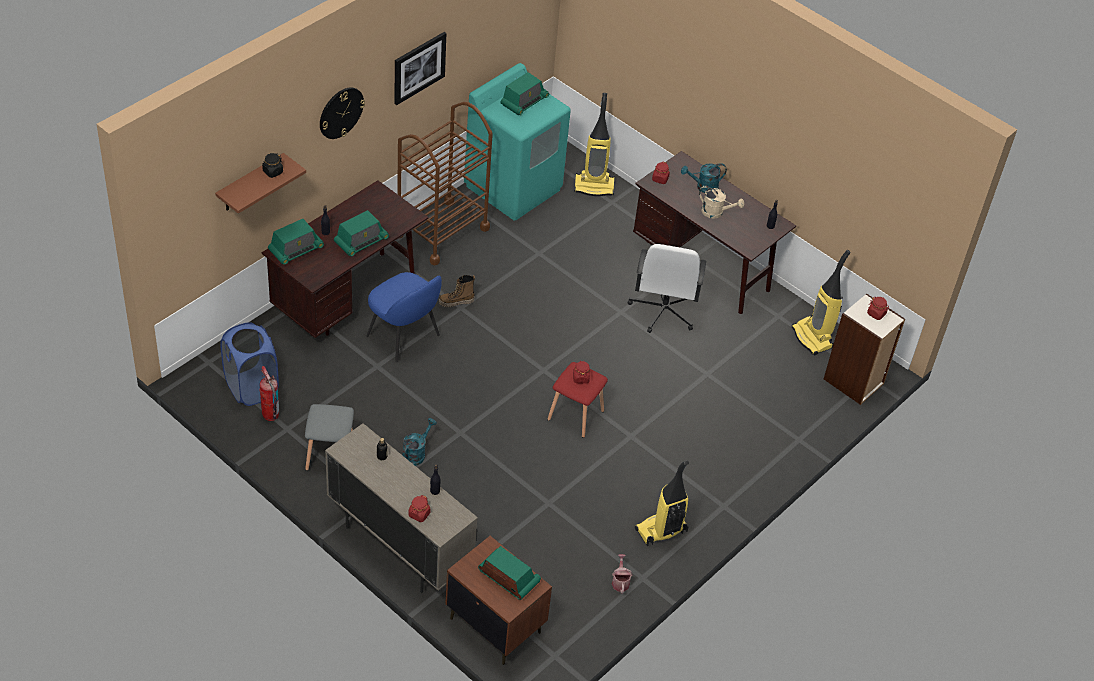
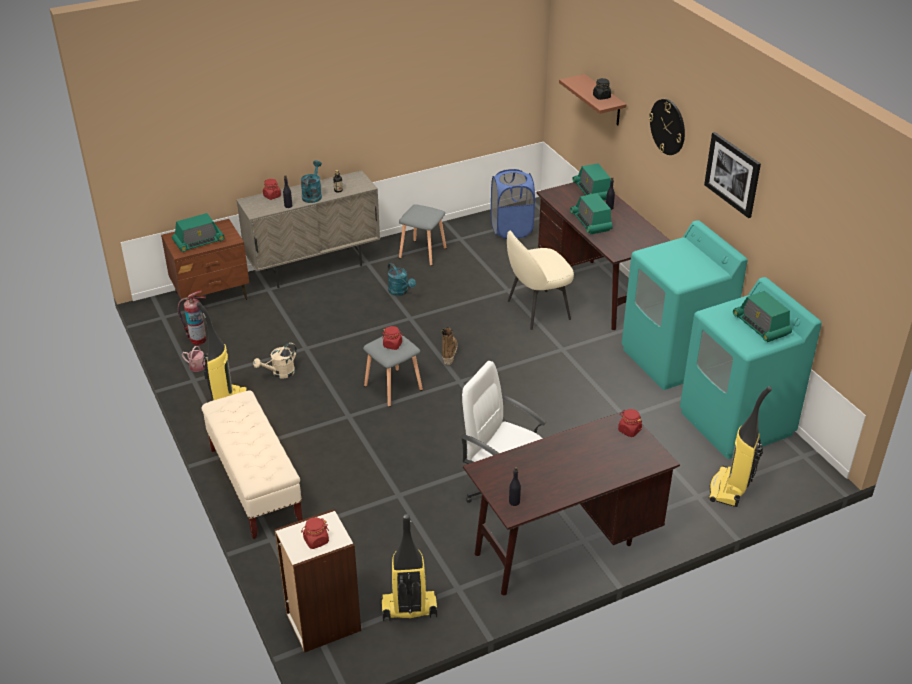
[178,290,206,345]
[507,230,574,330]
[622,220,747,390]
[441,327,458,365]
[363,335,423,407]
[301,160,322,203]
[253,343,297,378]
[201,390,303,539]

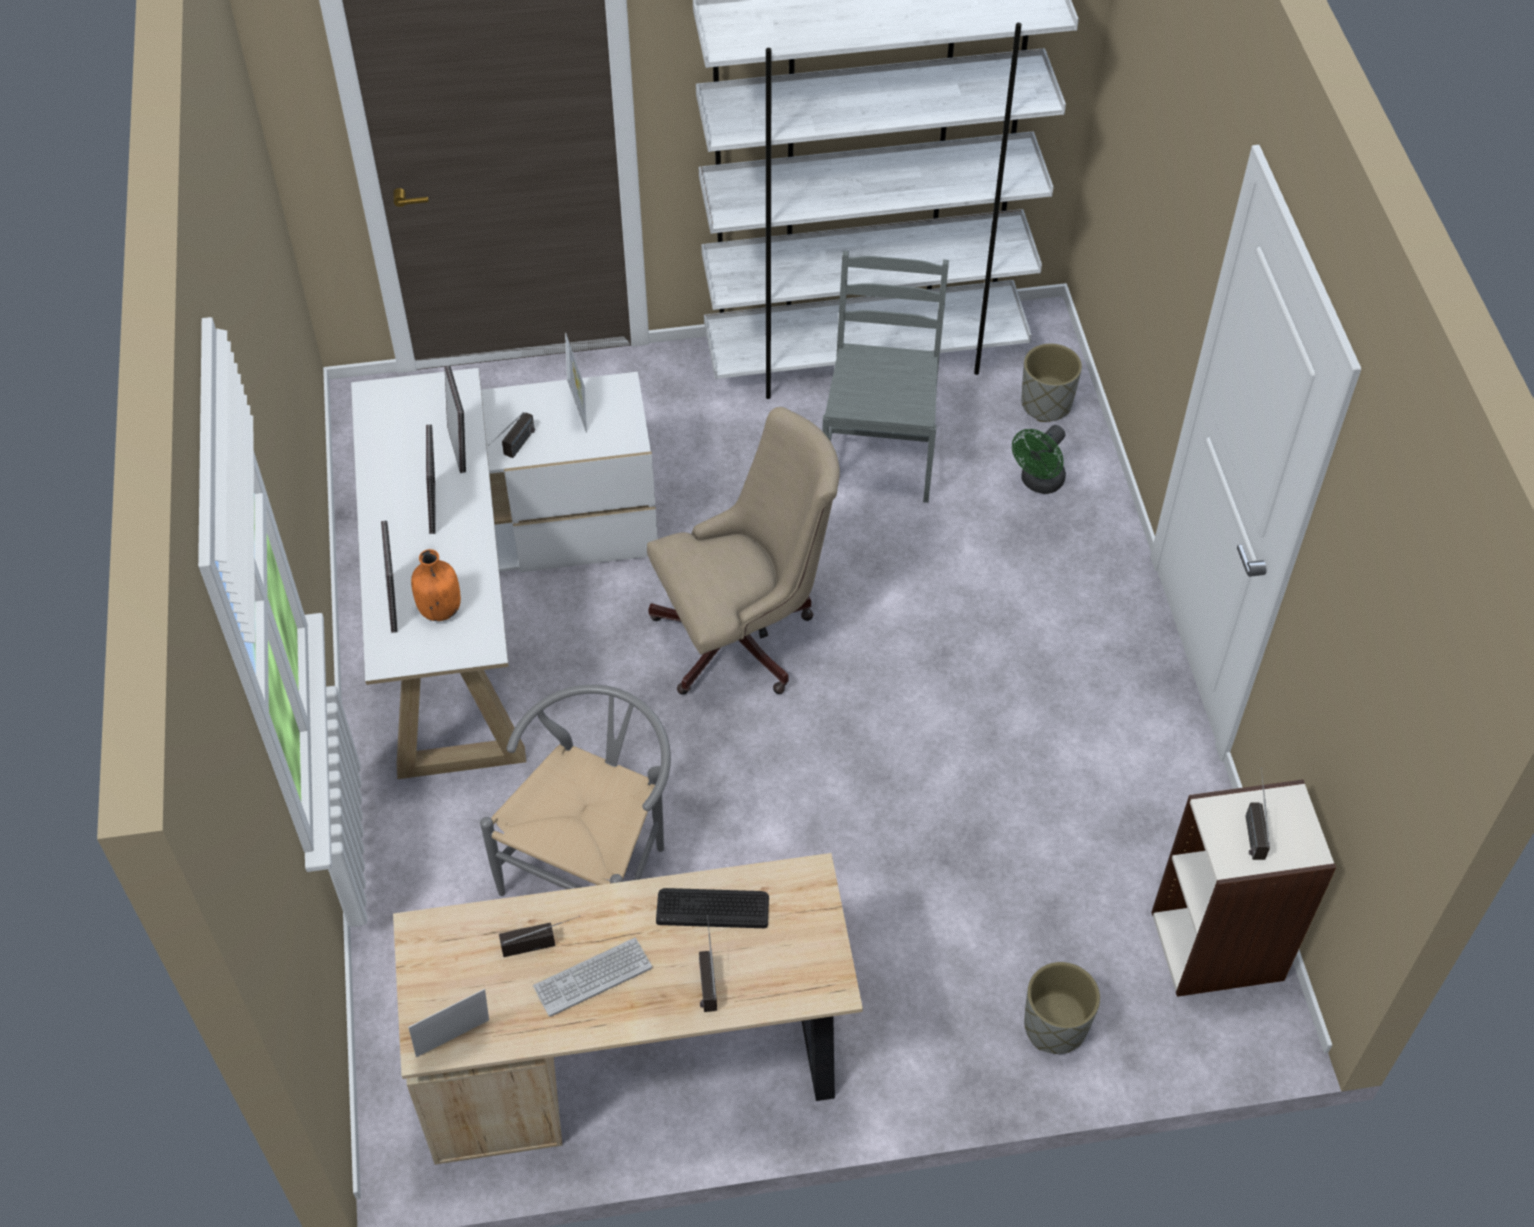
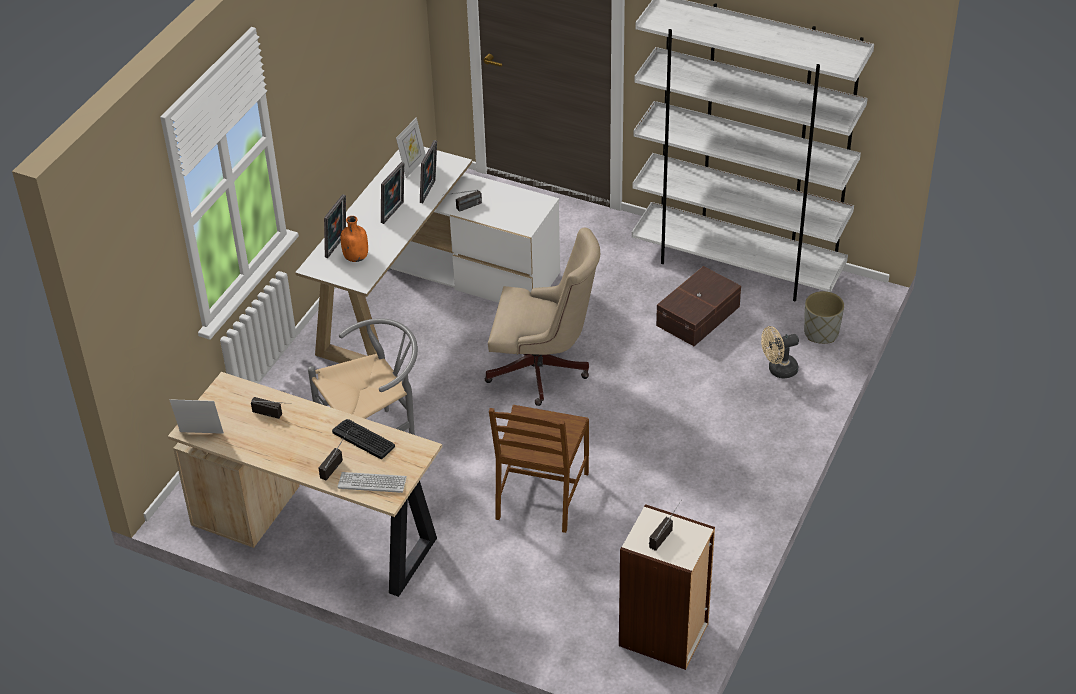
[338,472,407,493]
[396,117,426,178]
[656,266,741,346]
[761,326,799,379]
[1024,962,1100,1054] (first image)
[489,405,589,533]

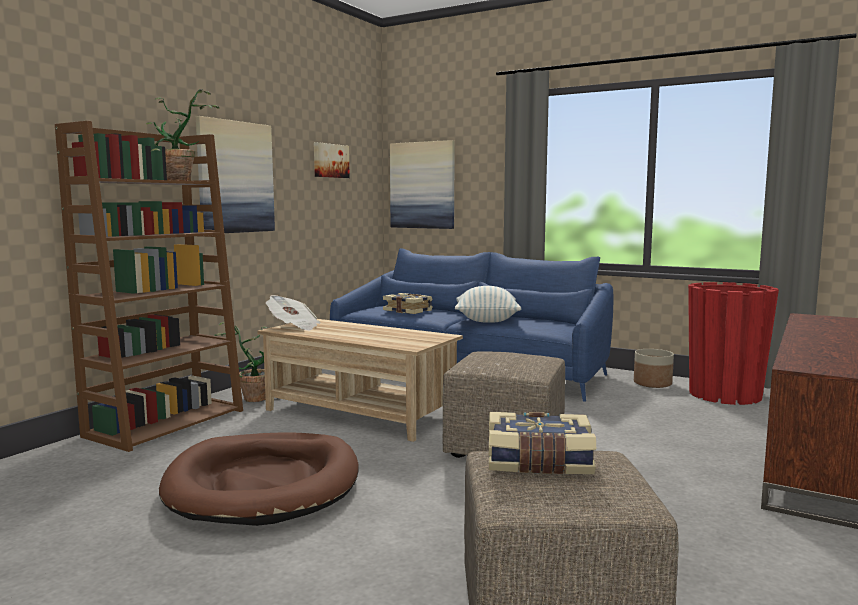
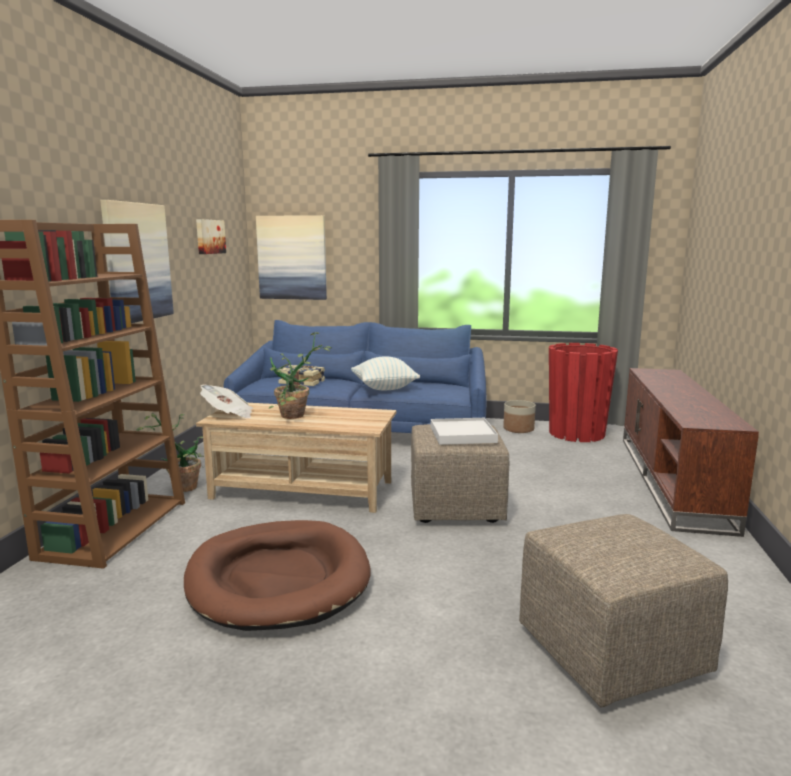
[269,332,332,419]
[489,412,596,474] (first image)
[431,418,498,445]

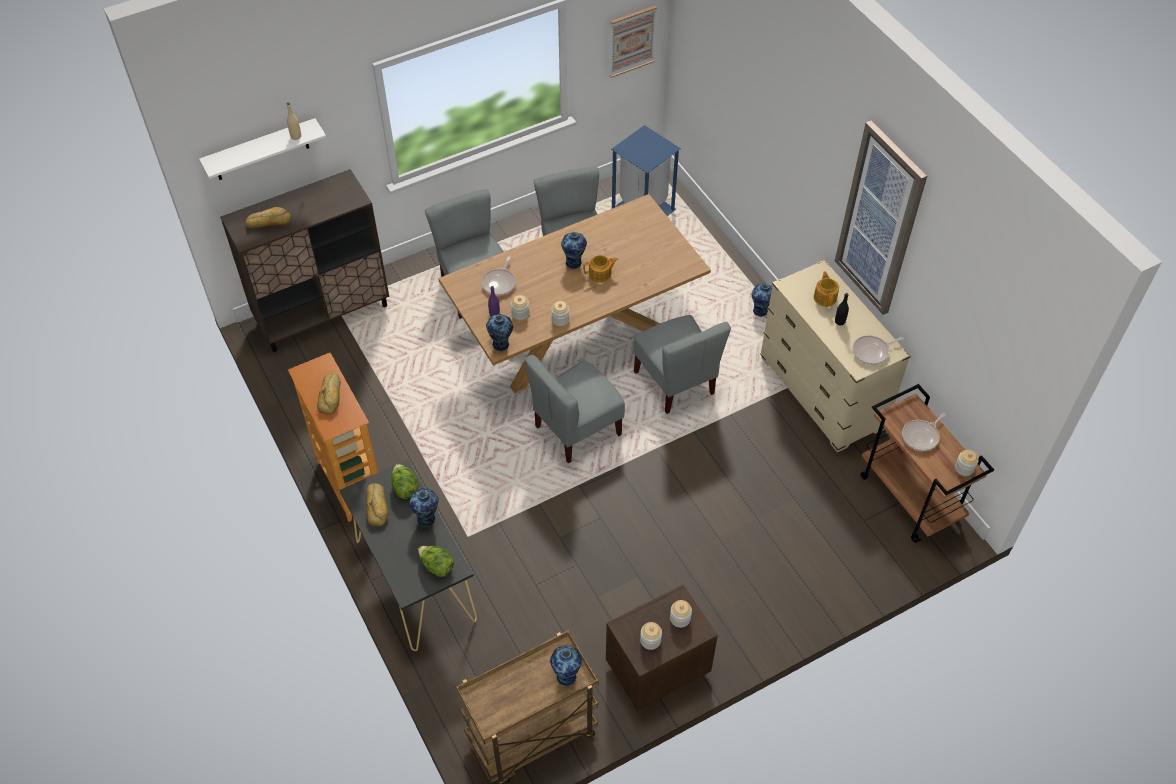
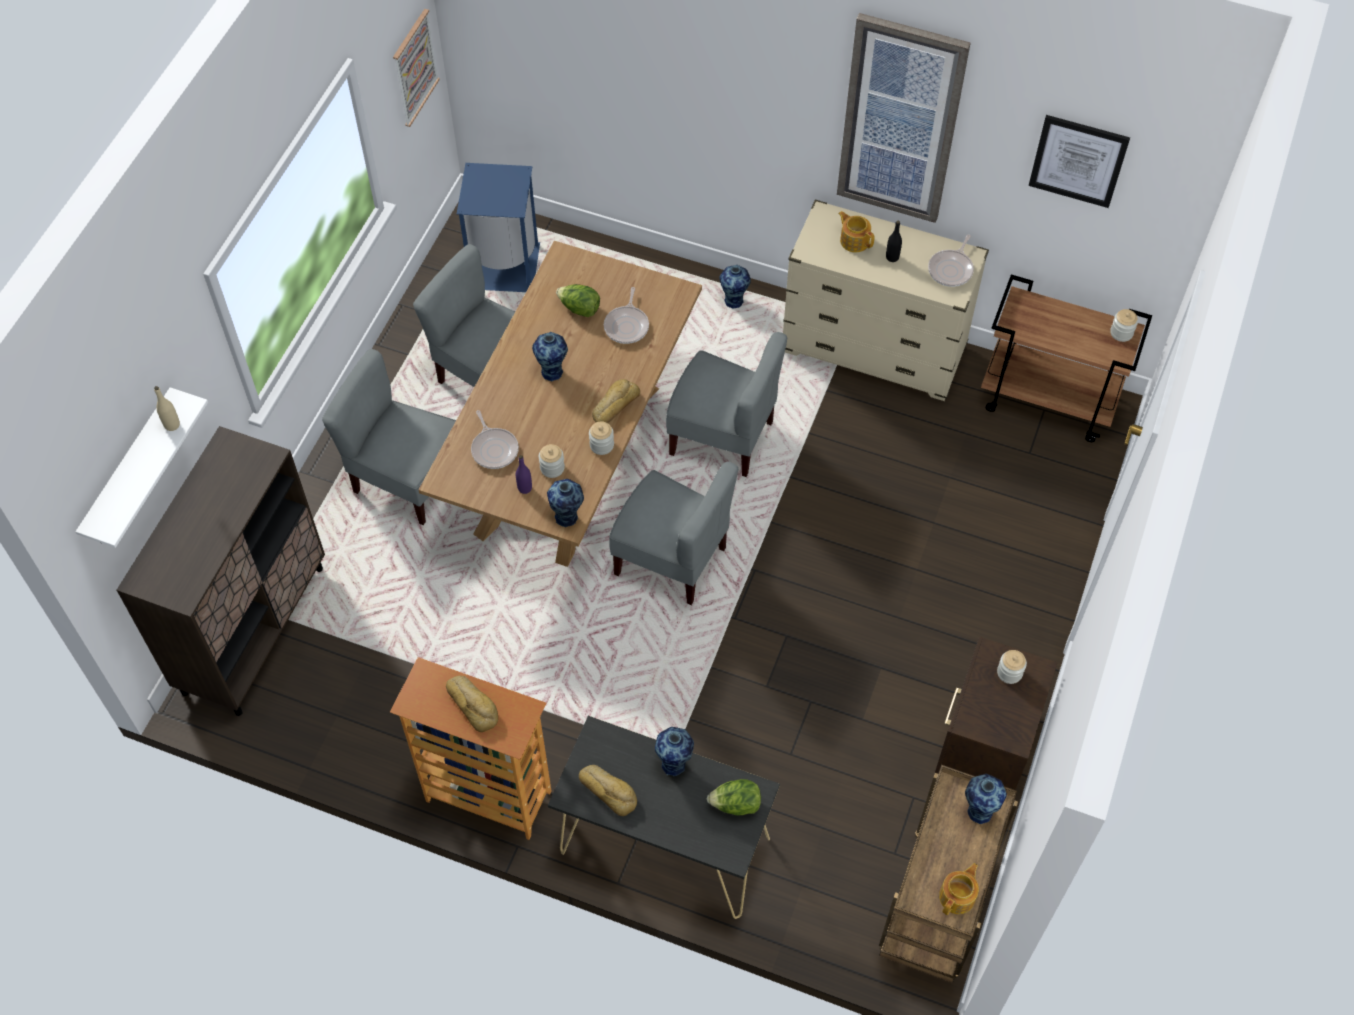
[592,379,640,423]
[556,284,600,317]
[609,462,738,605]
[939,863,979,915]
[640,622,662,650] (first image)
[604,287,649,344]
[1029,115,1130,208]

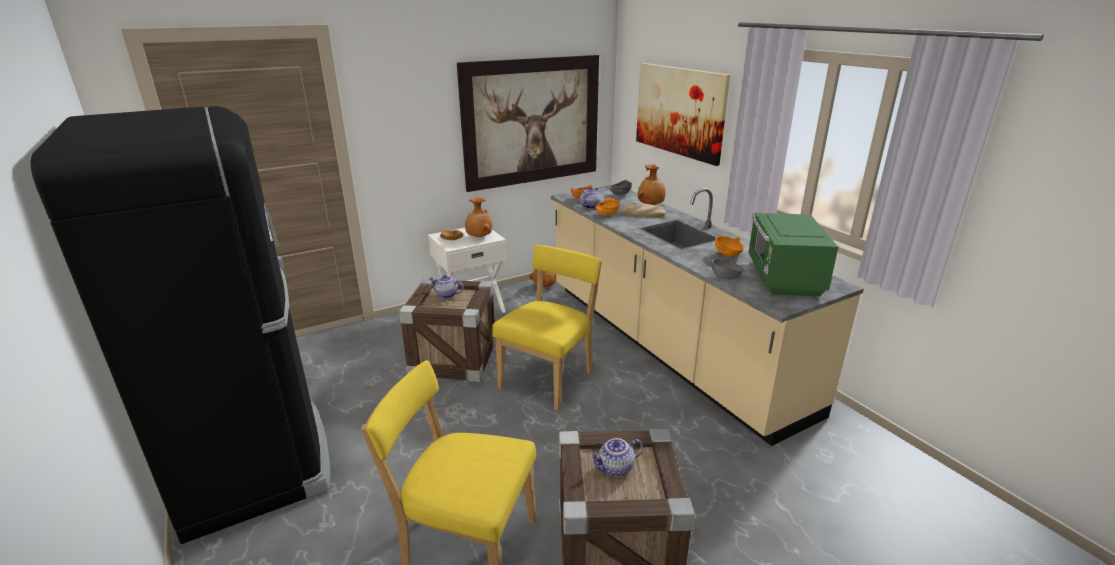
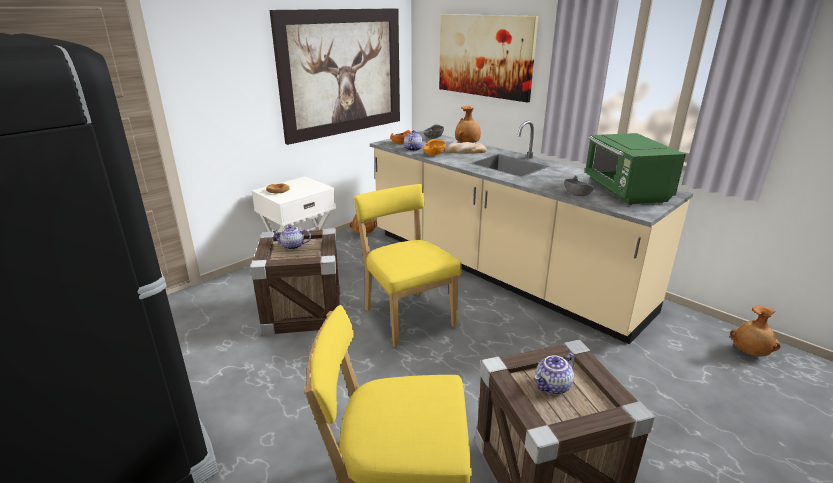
[730,306,780,356]
[354,184,462,347]
[715,236,744,257] (first image)

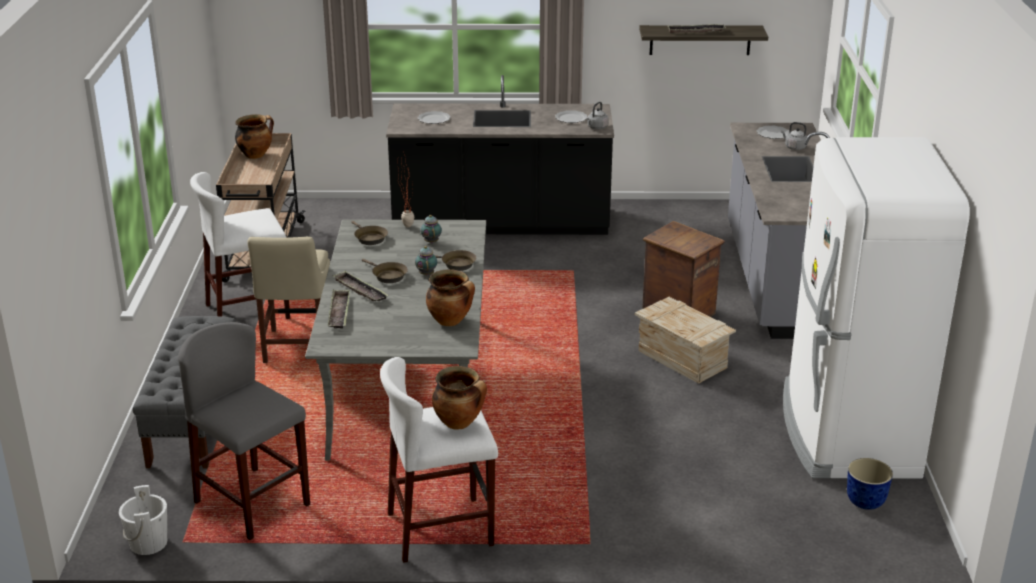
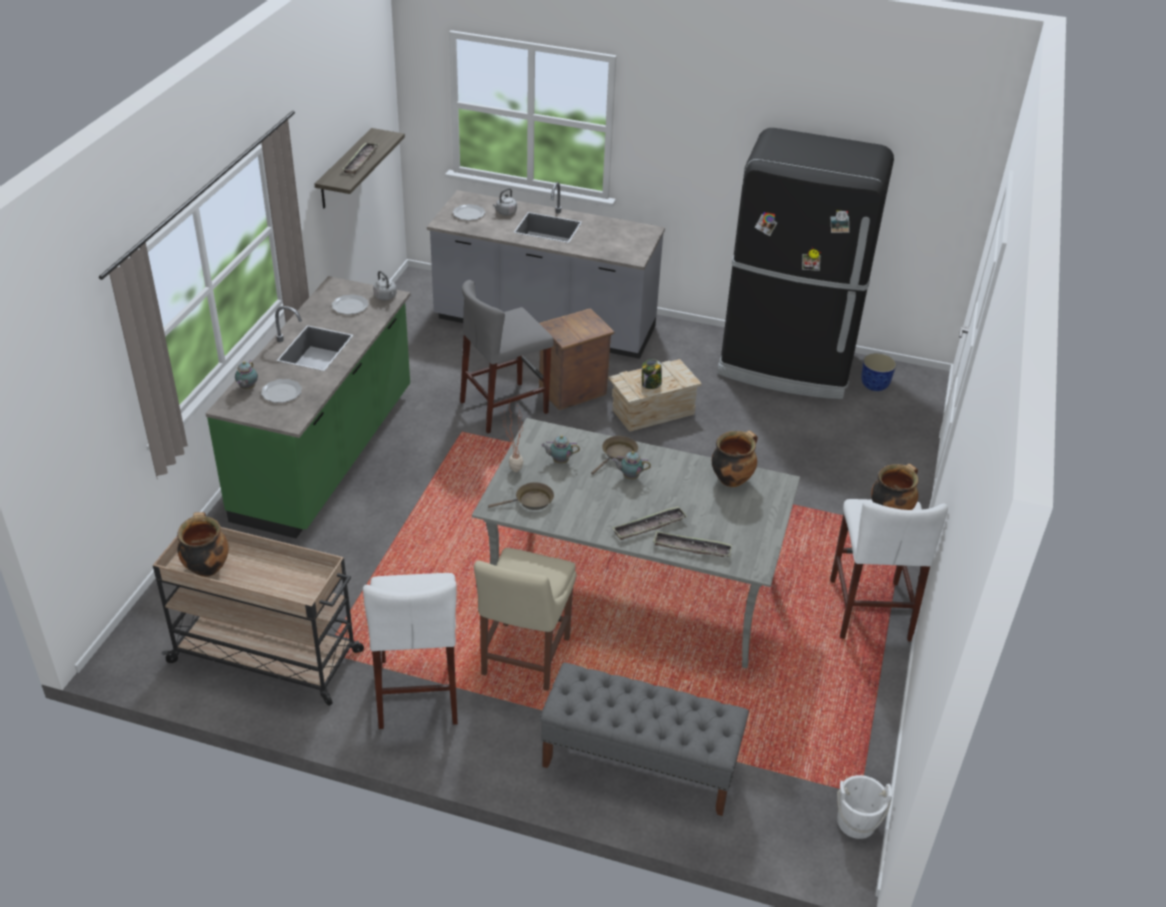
[460,280,554,434]
[474,548,576,691]
[362,259,408,283] (first image)
[205,276,411,538]
[717,128,894,399]
[235,360,258,389]
[642,359,662,389]

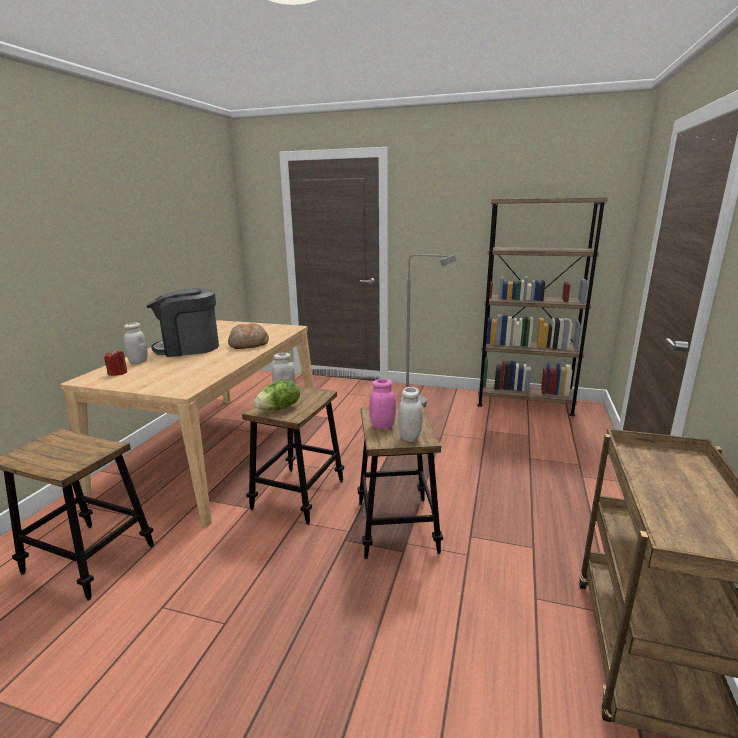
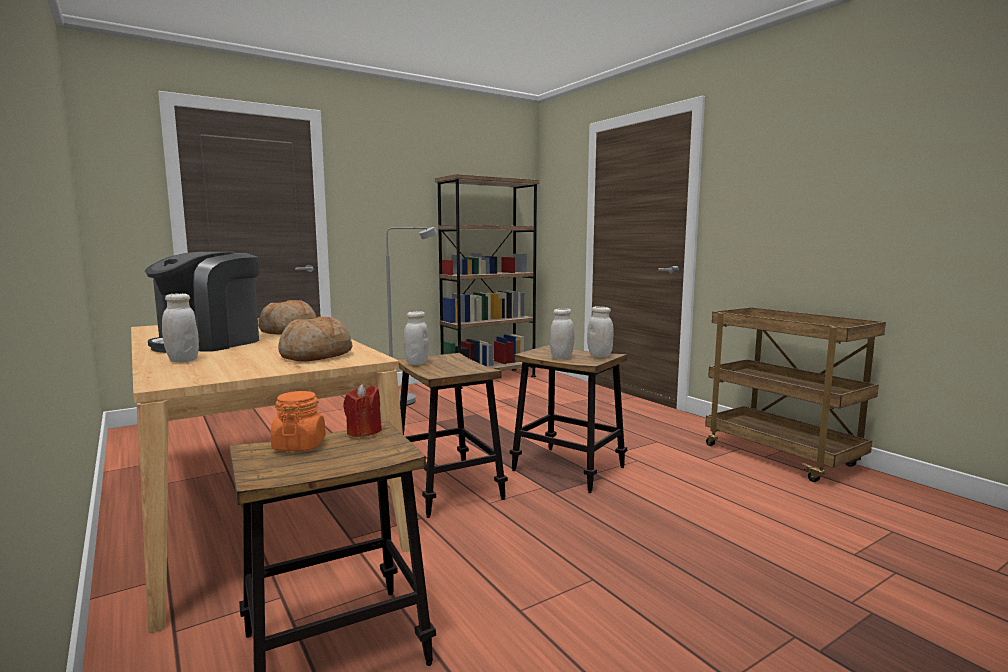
[343,384,382,437]
[254,380,300,410] (first image)
[550,308,574,359]
[271,391,326,451]
[278,317,353,362]

